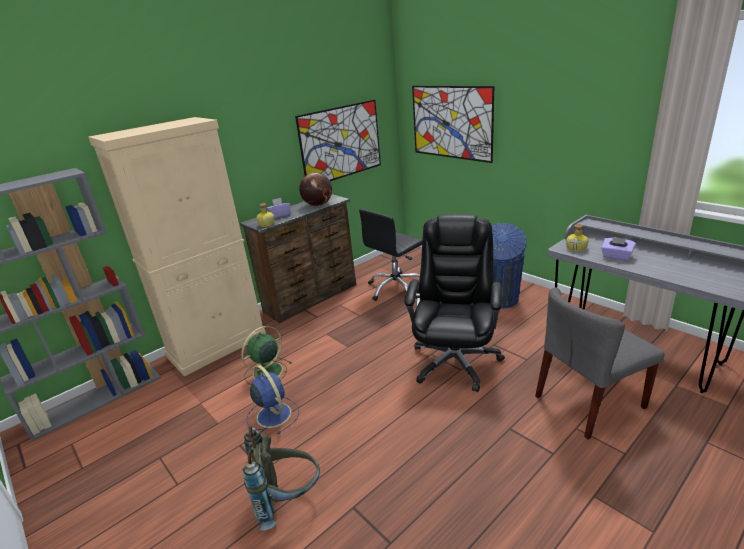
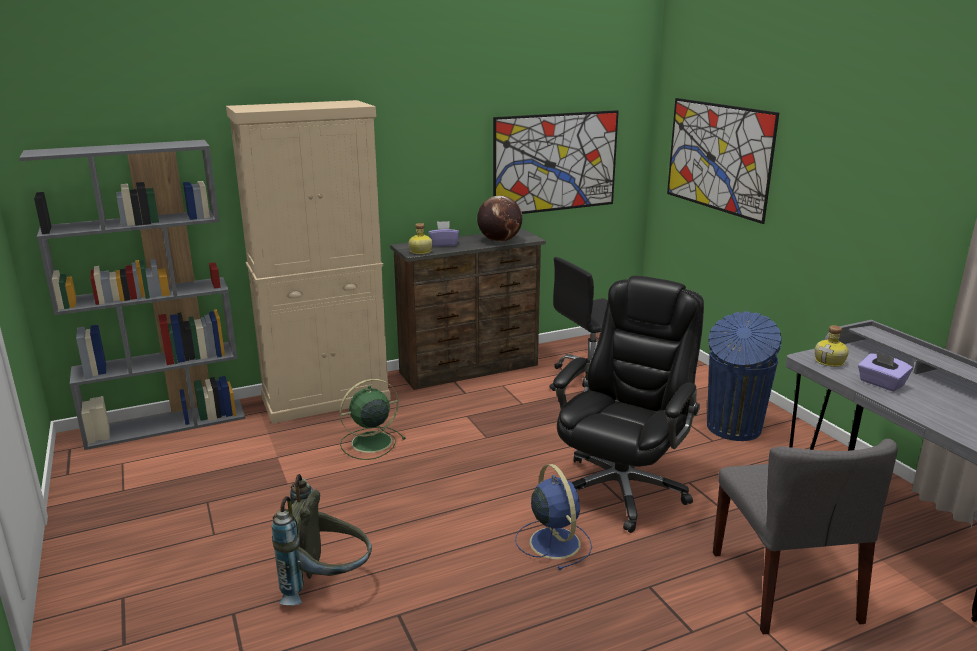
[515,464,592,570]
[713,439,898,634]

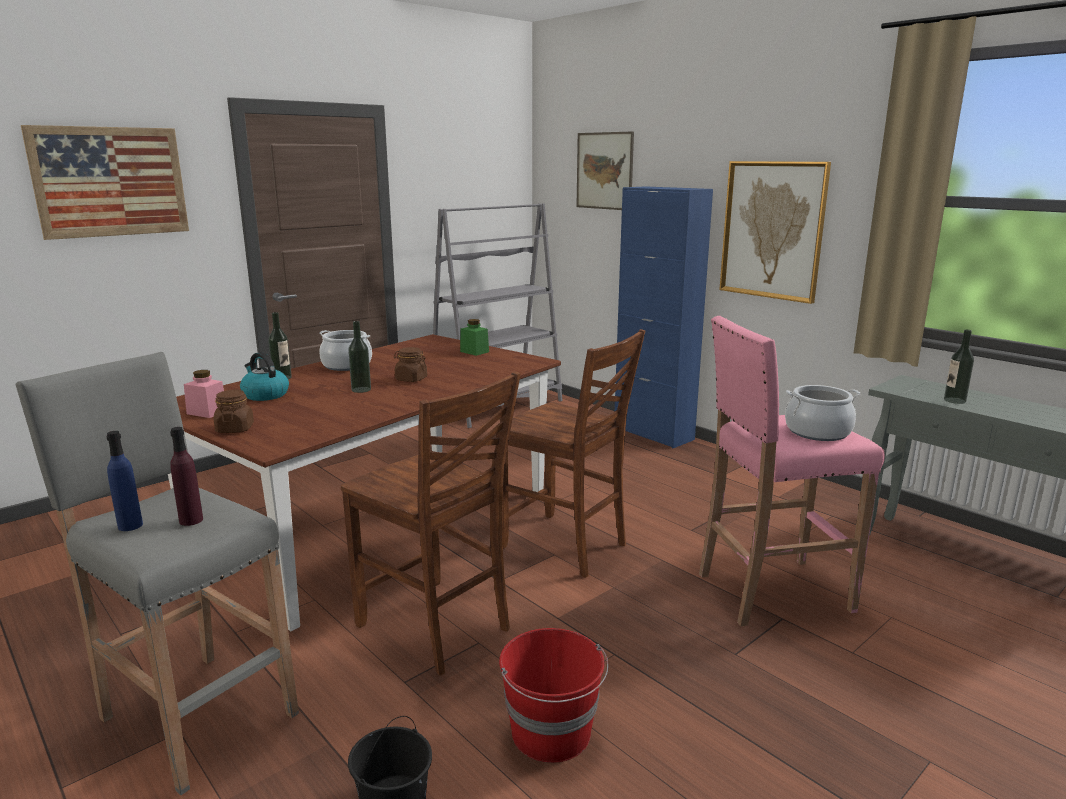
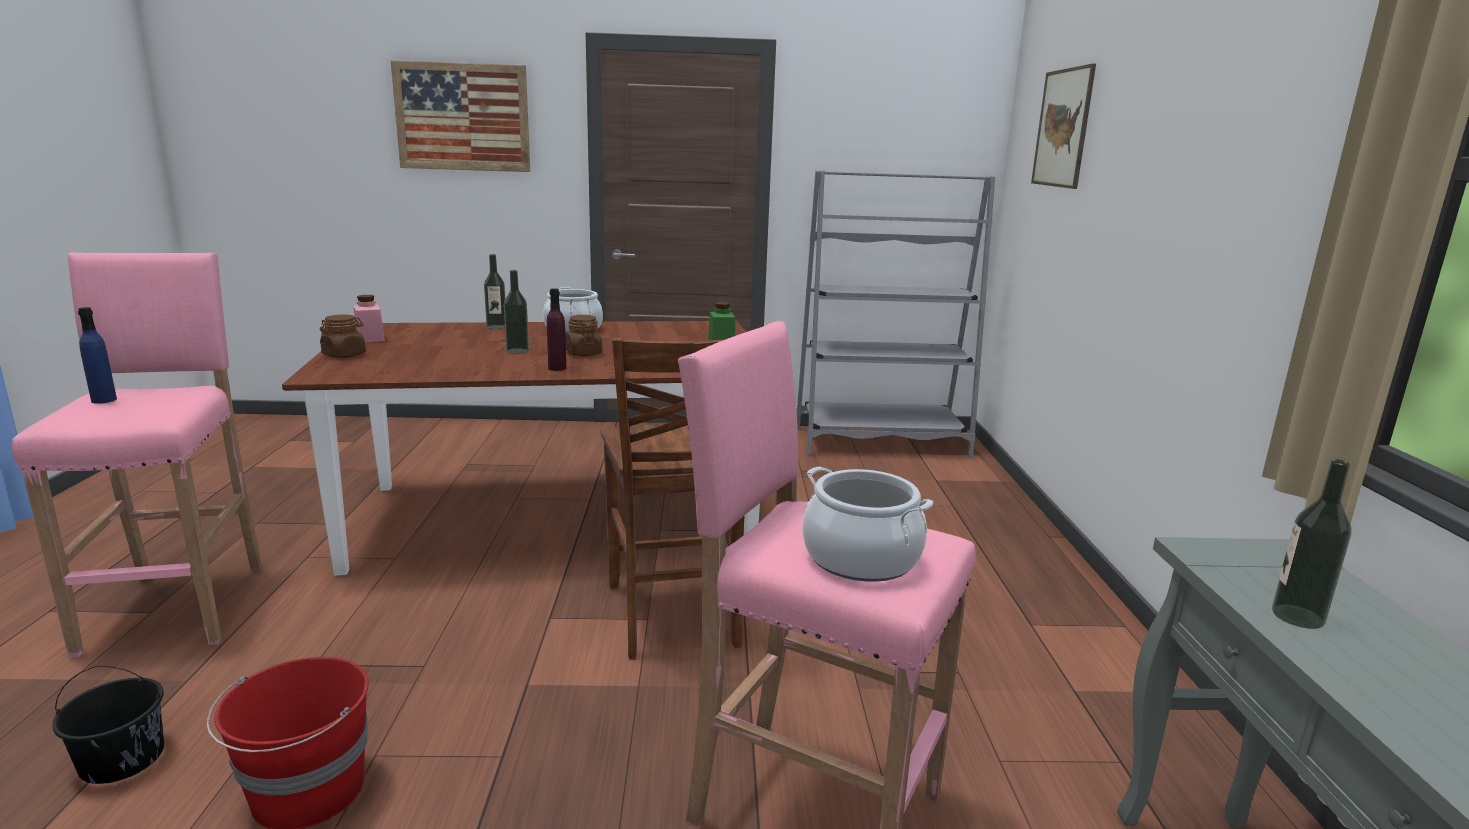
[12,252,262,658]
[547,288,566,371]
[240,352,289,401] (first image)
[341,372,520,676] (first image)
[615,186,713,448] (first image)
[719,161,831,304] (first image)

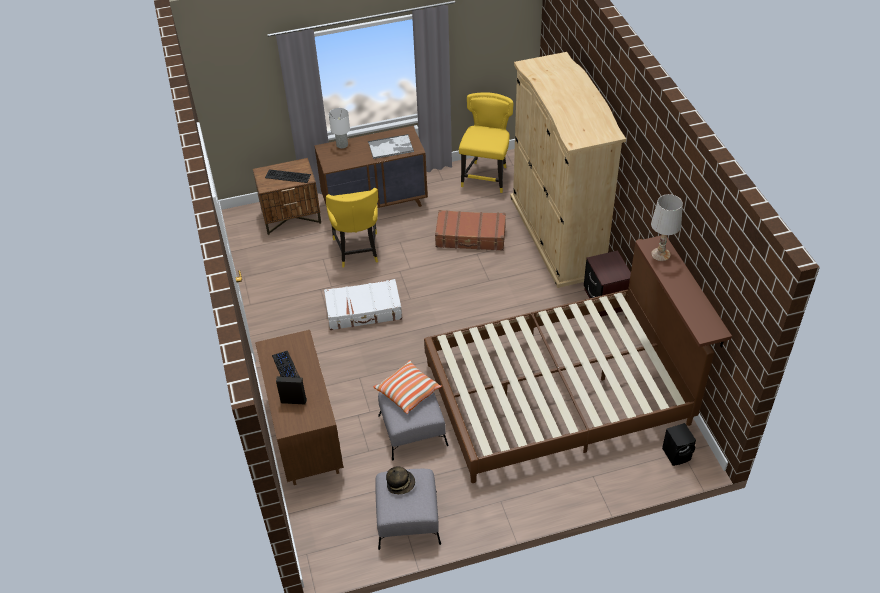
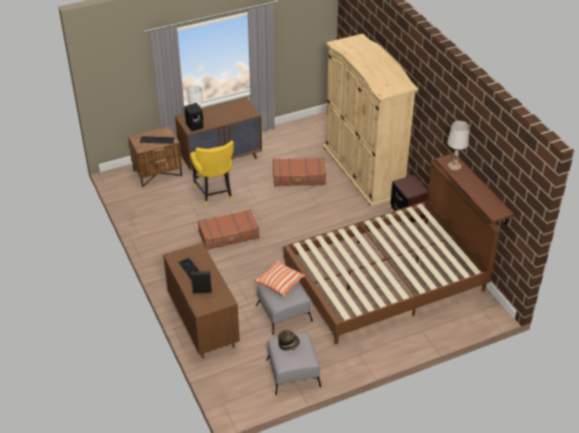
[198,209,260,250]
[368,134,414,159] (first image)
[459,92,513,193] (first image)
[184,103,204,131]

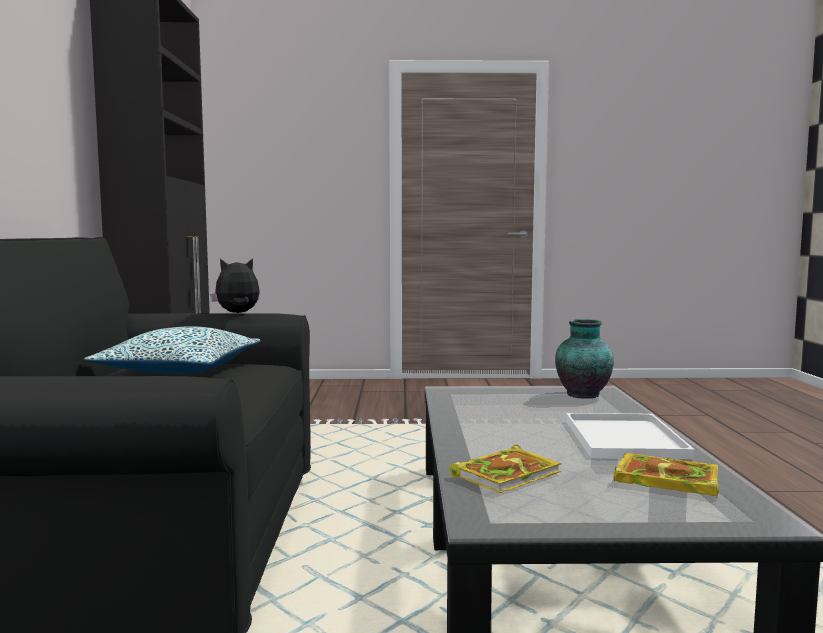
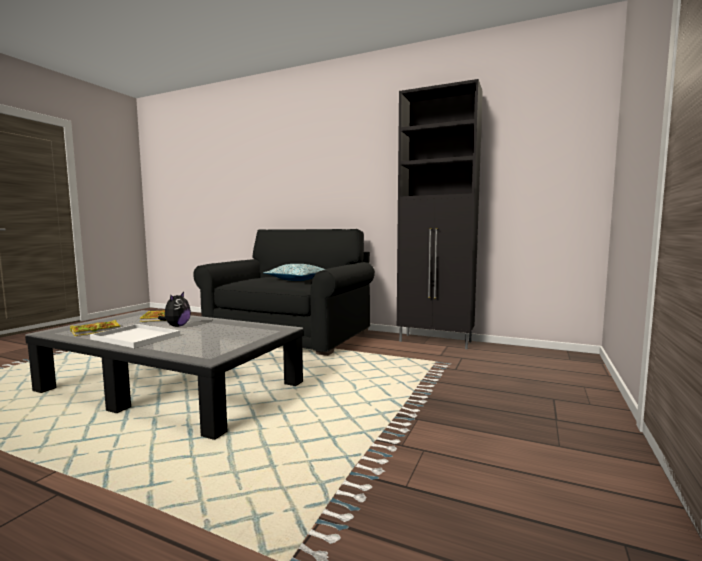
[158,292,191,327]
[555,319,614,399] (first image)

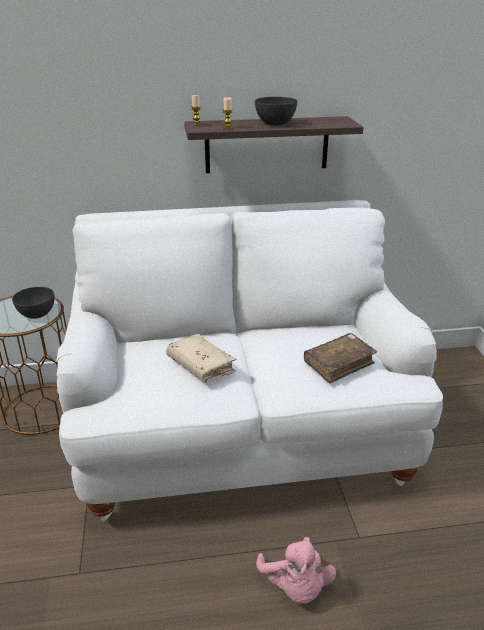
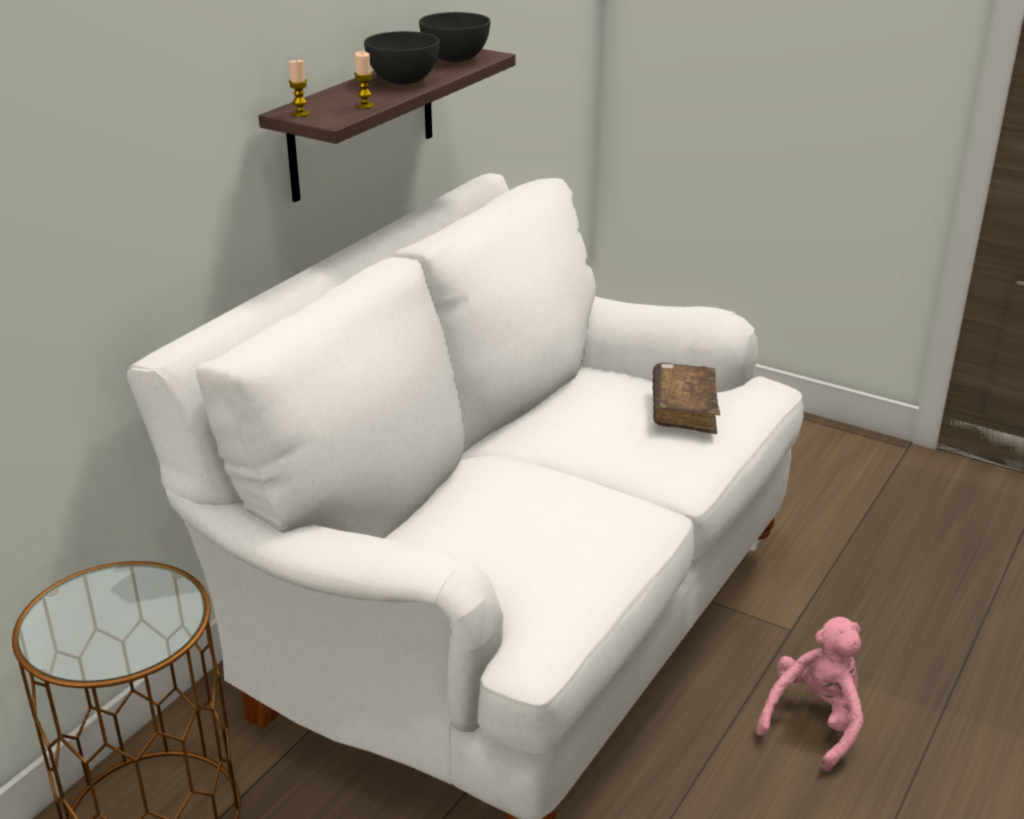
[419,12,490,62]
[166,334,236,383] (first image)
[756,617,864,771]

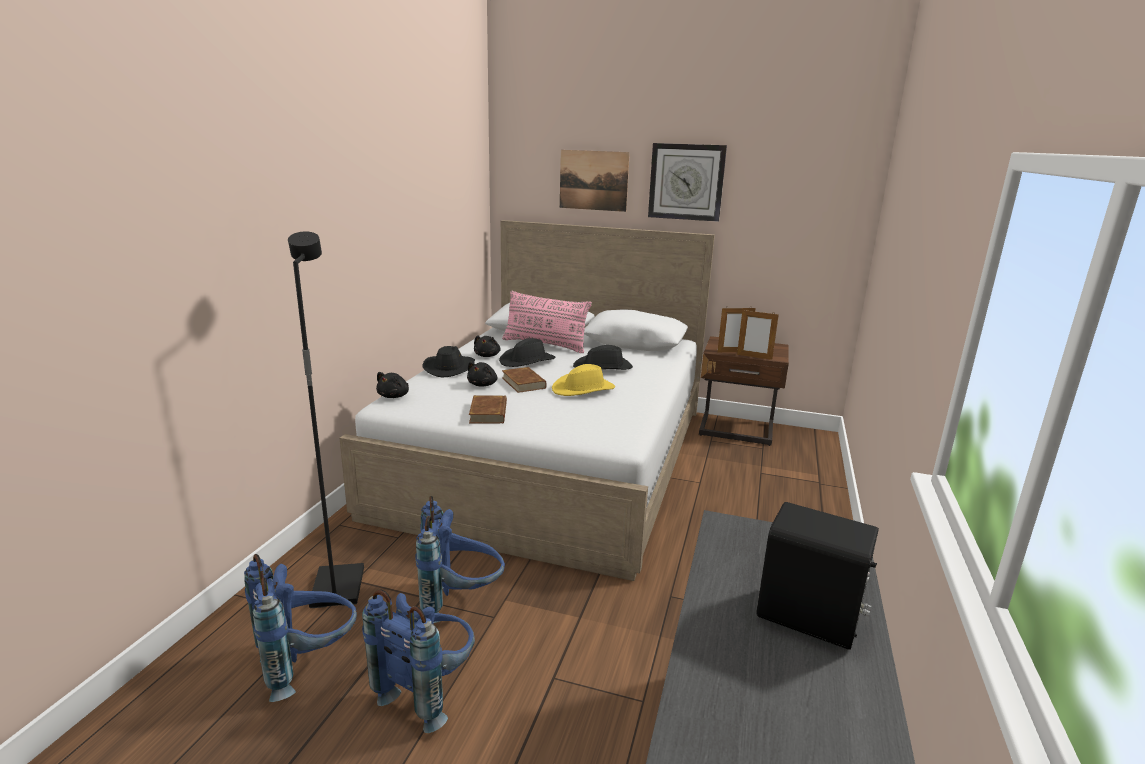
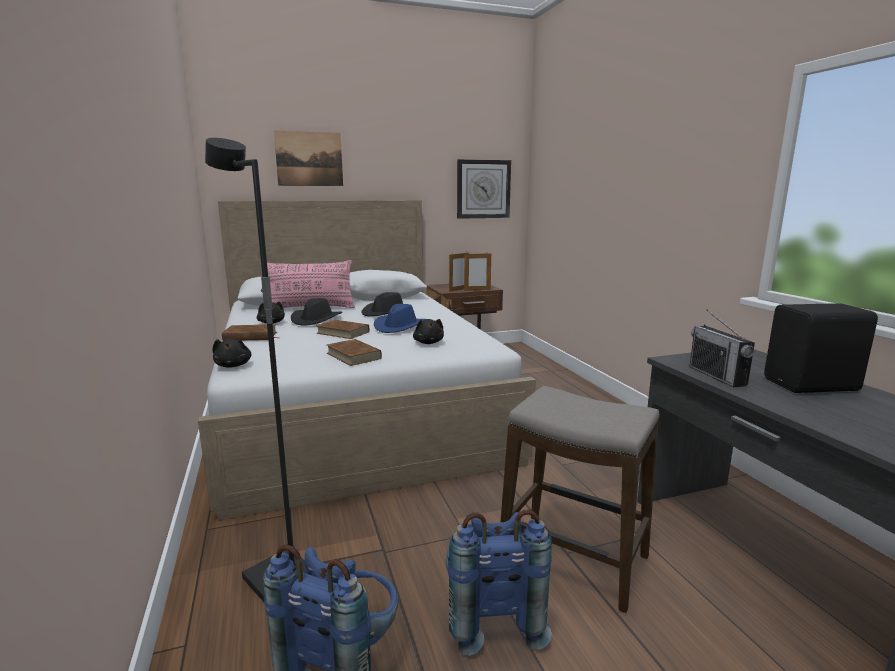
[415,496,505,623] (first image)
[222,324,278,341]
[413,319,444,344]
[374,304,425,333]
[457,159,511,219]
[501,386,659,613]
[689,310,755,387]

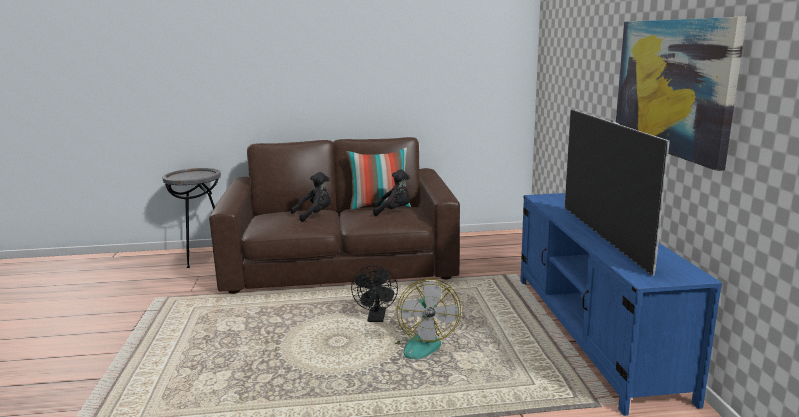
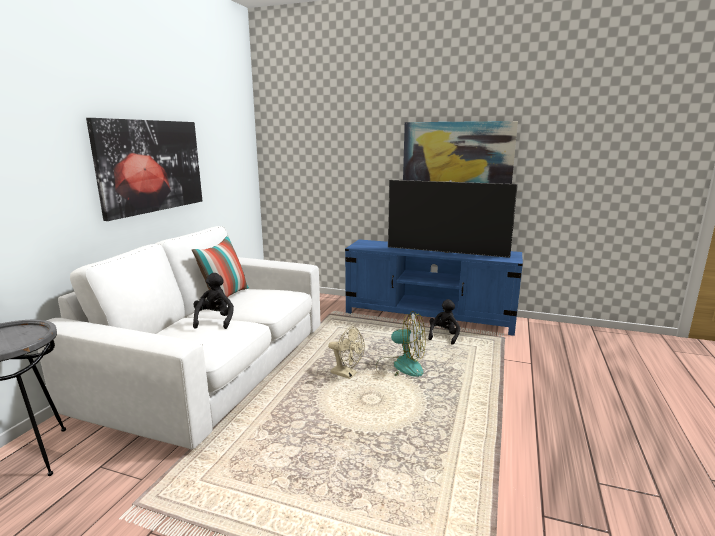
[38,226,320,449]
[328,326,365,379]
[428,299,460,345]
[86,118,202,221]

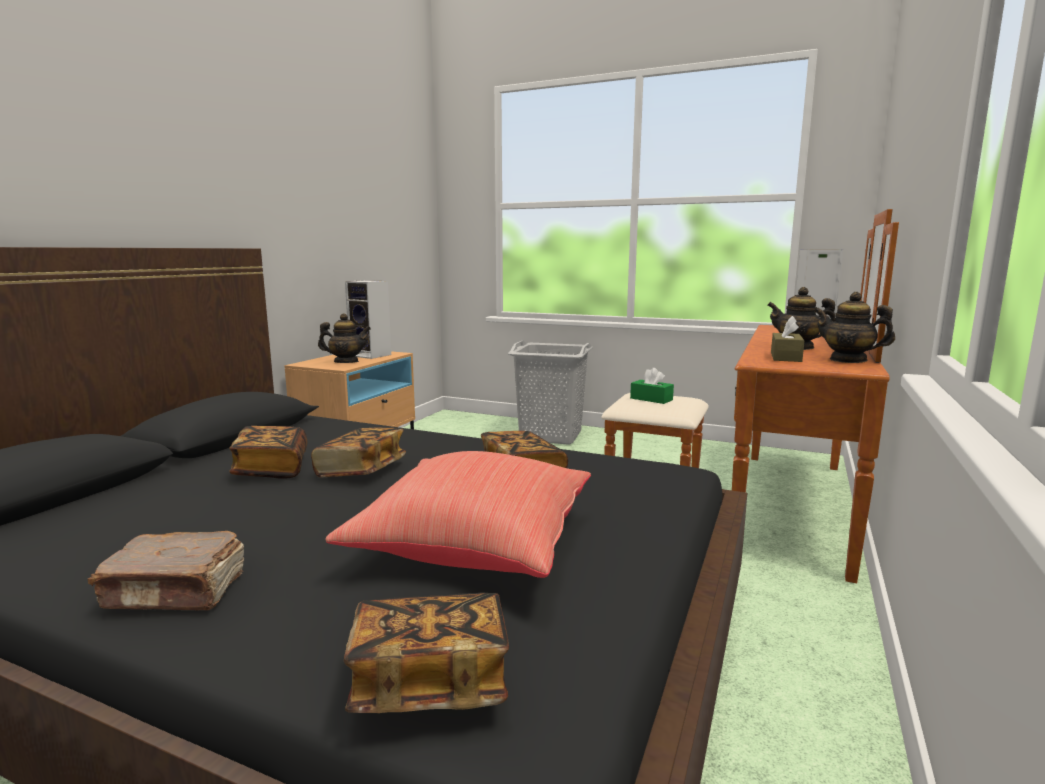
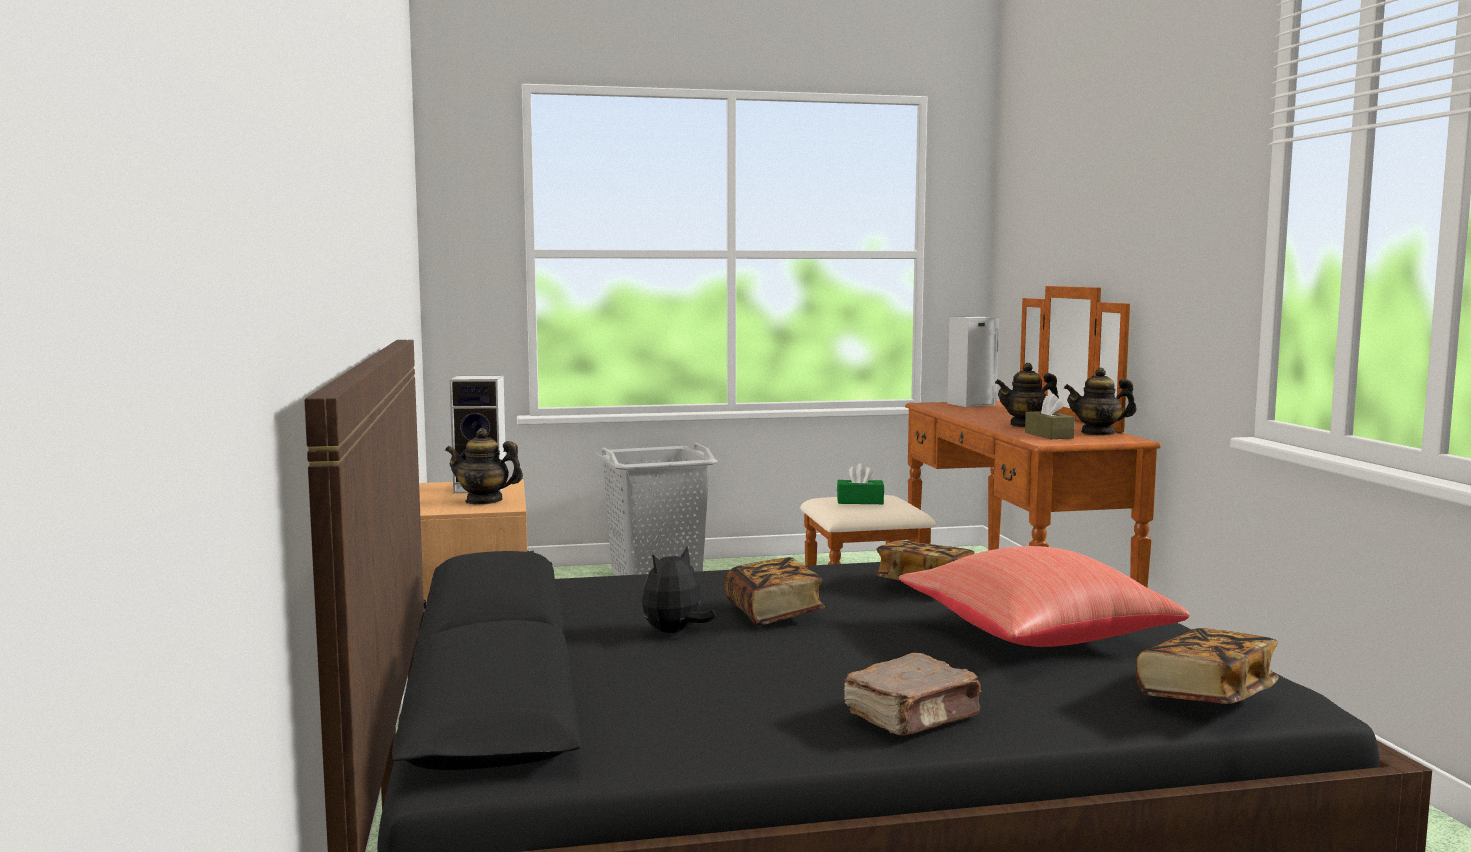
[642,546,716,633]
[445,428,523,505]

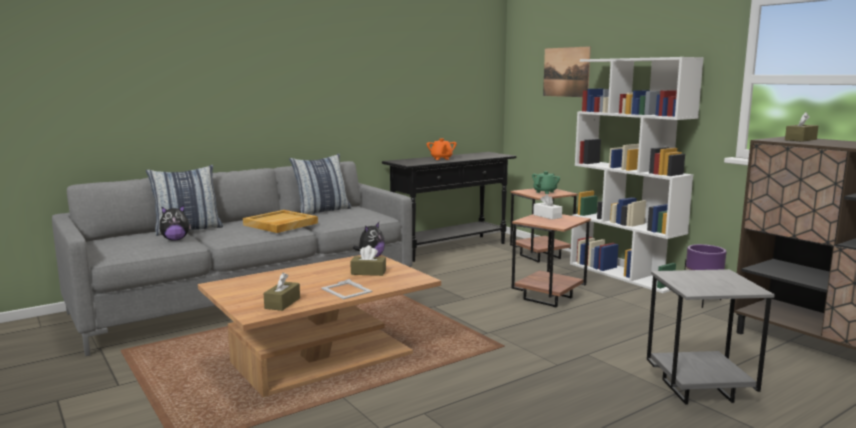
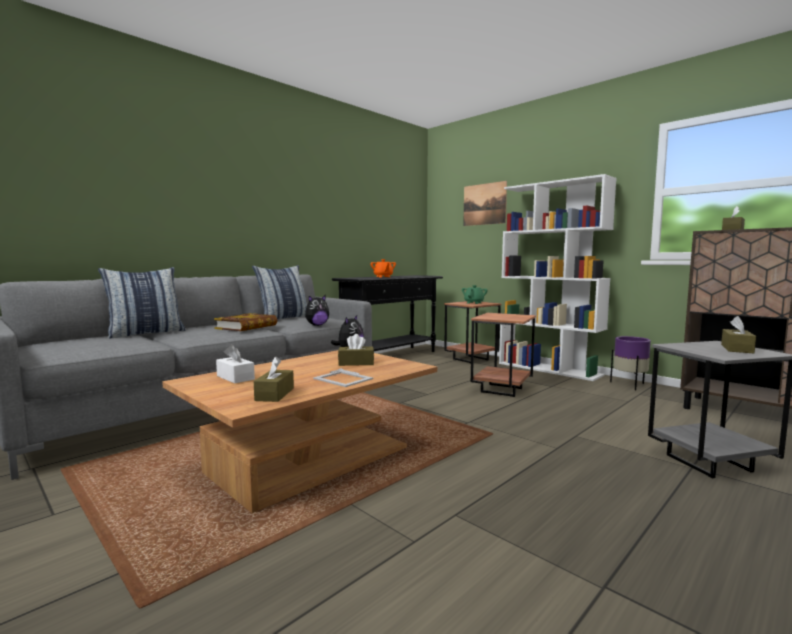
[305,295,329,326]
[214,313,278,331]
[216,345,255,383]
[721,316,756,353]

